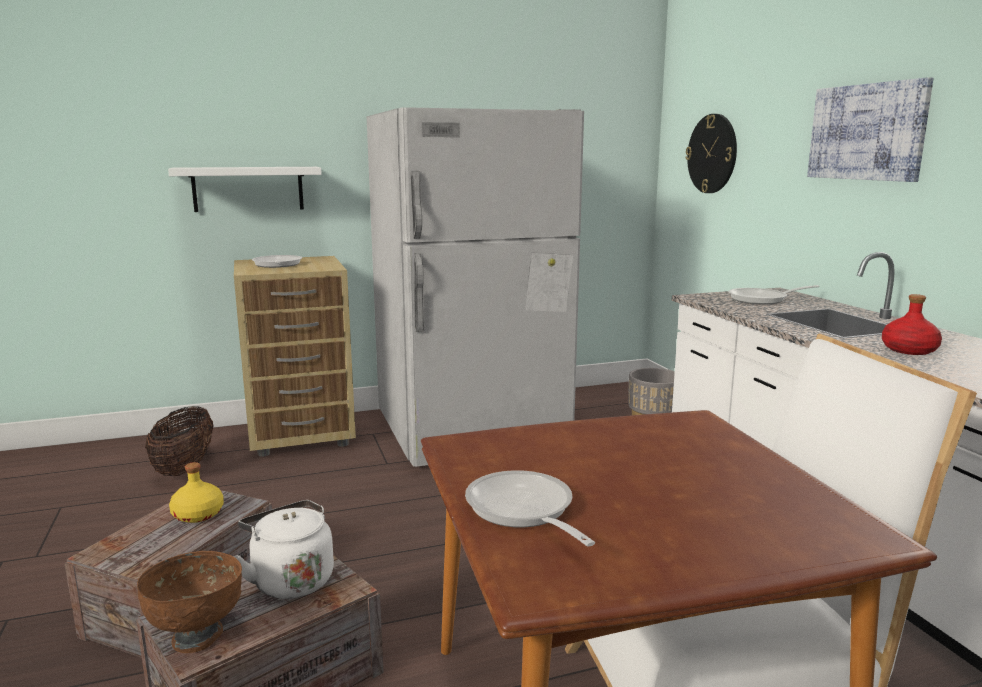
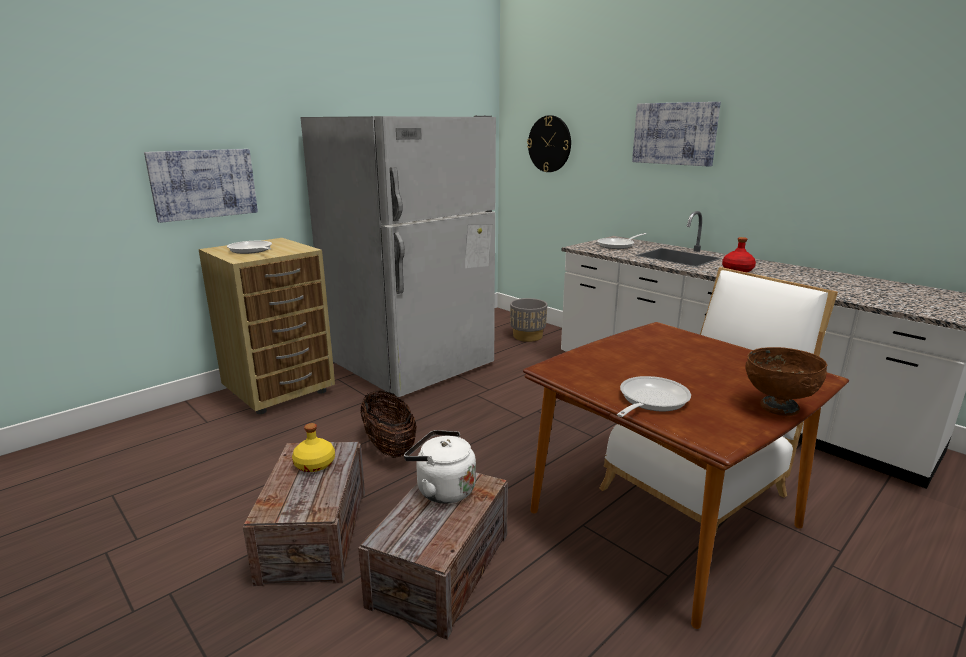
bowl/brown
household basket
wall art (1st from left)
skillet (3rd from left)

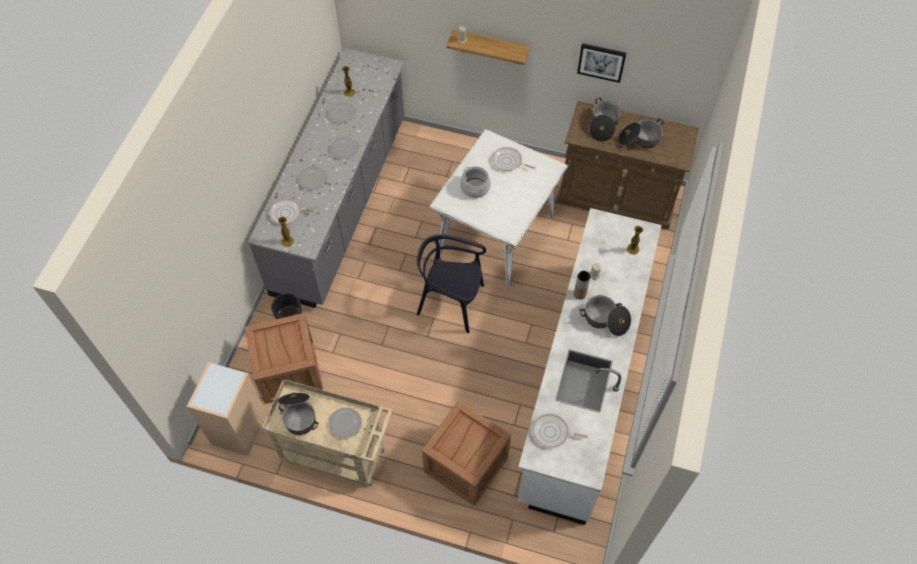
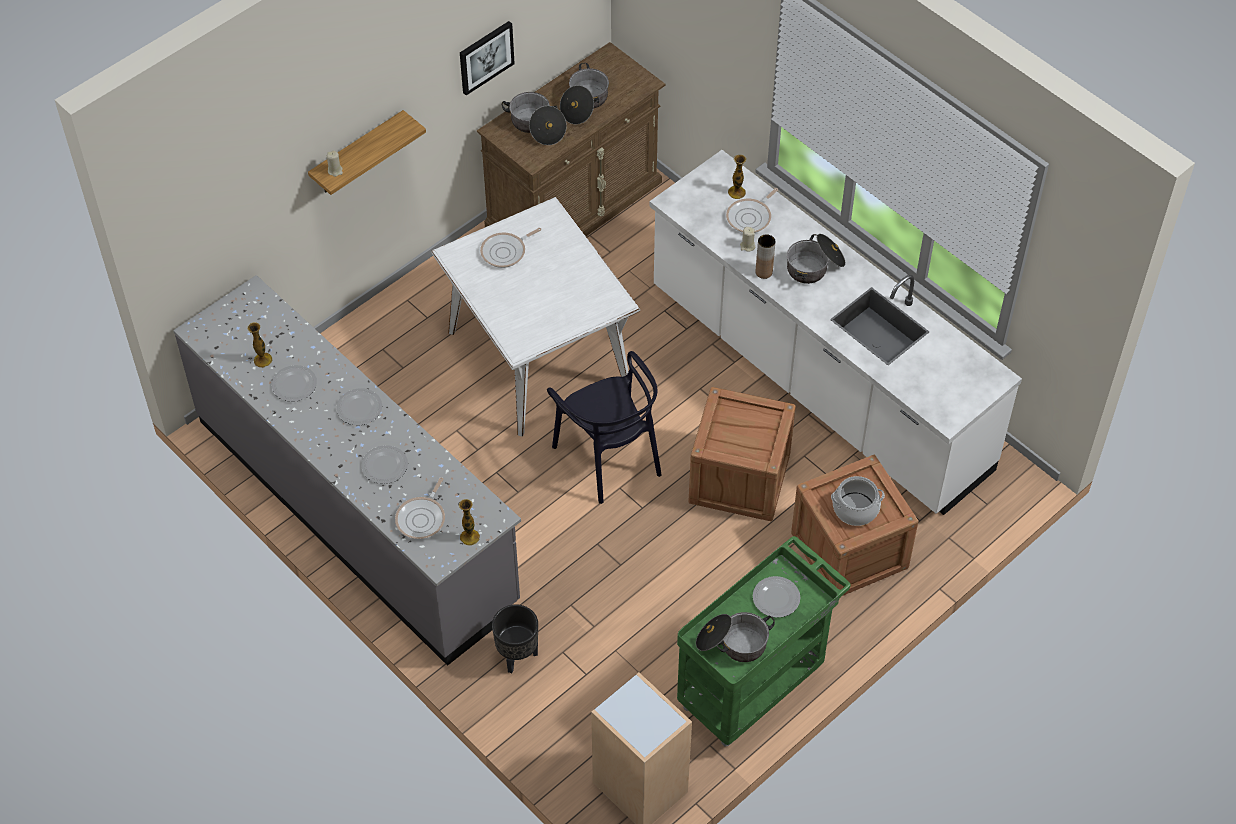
packing crate (1st from left)
saucepot (5th from left)
skillet (3rd from left)
wheeled cart/green-coloured
upright chair/black-coloured

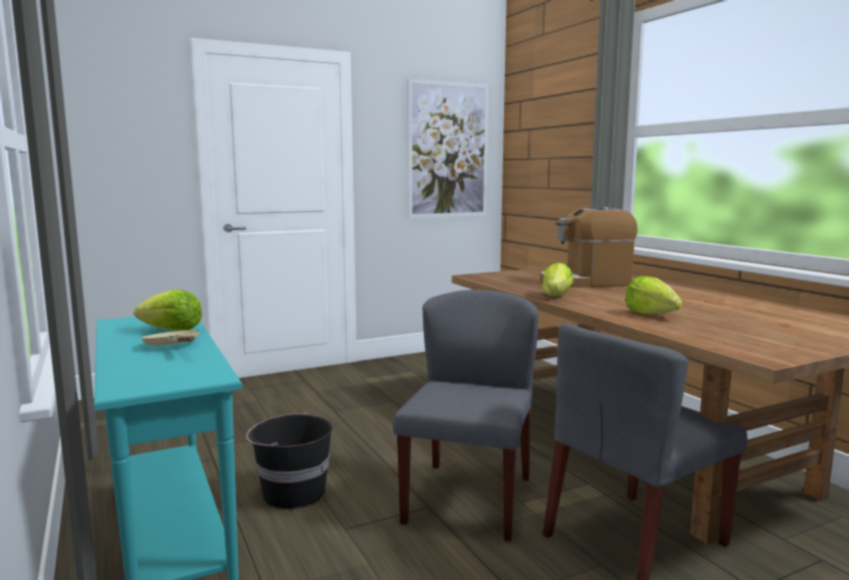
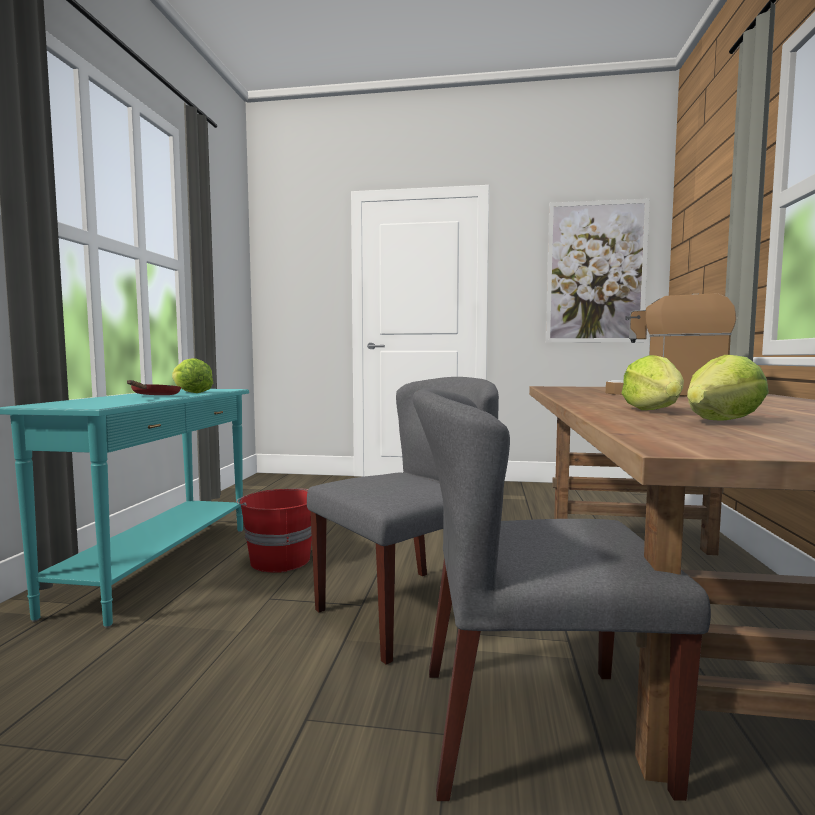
lettuce head (3rd from left)
skillet/red-coloured
water bucket/red-coloured

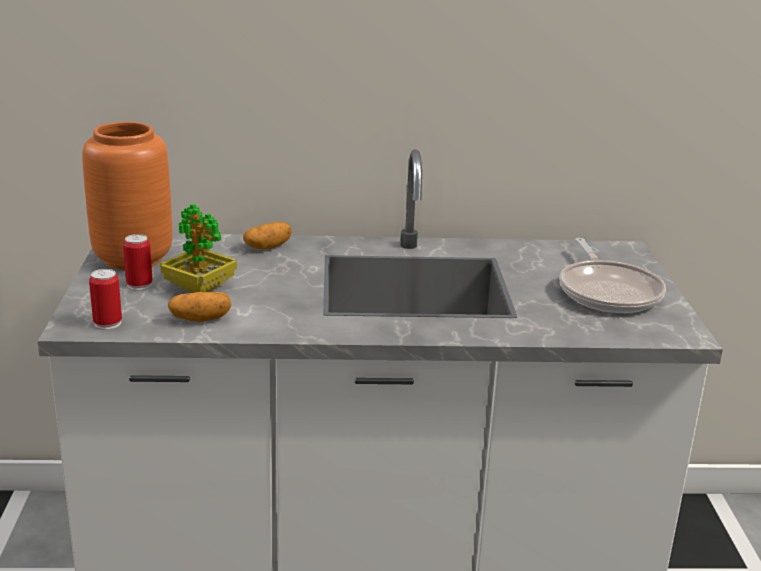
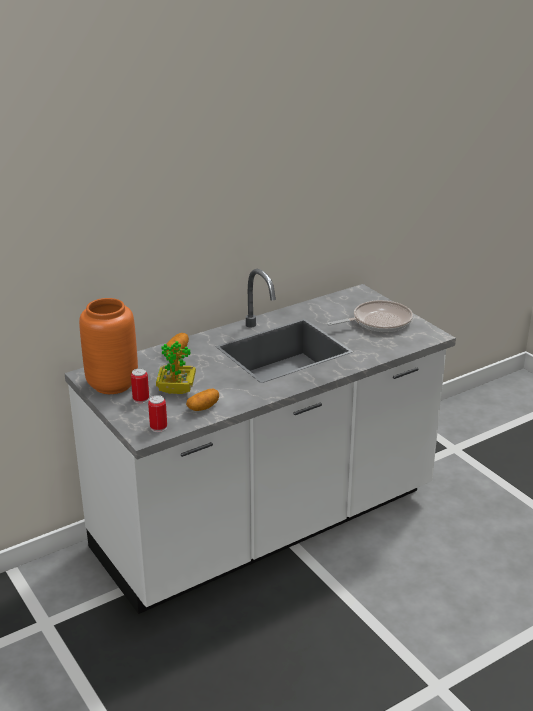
skillet

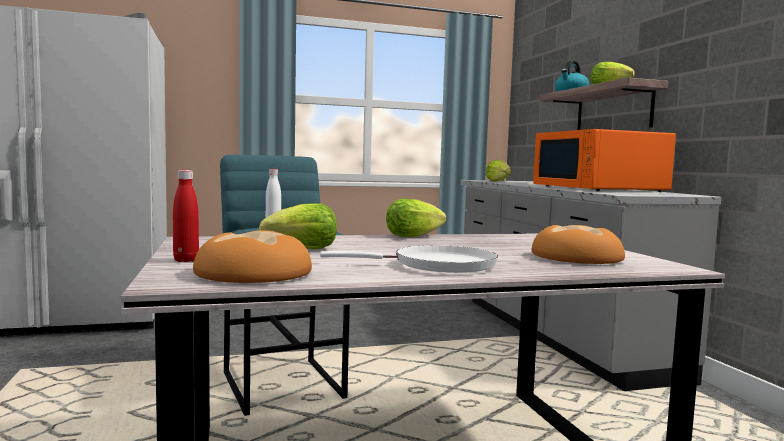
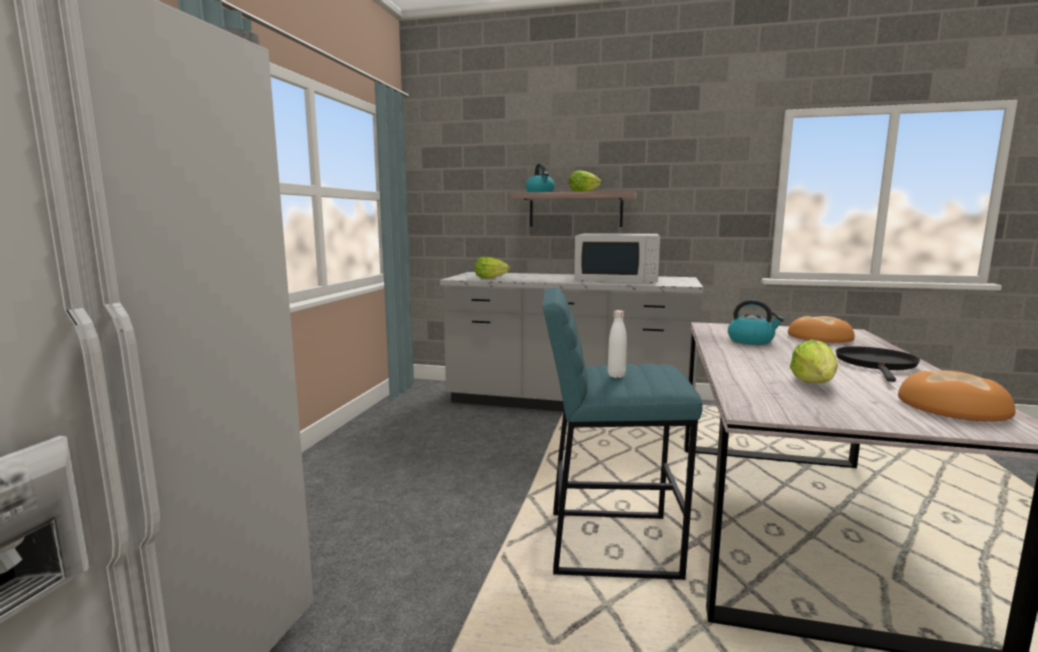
drink bottle/red-coloured
lettuce head (2nd from left in the first image)
water kettle (2nd from left)
skillet/black-coloured
microwave oven/white-coloured

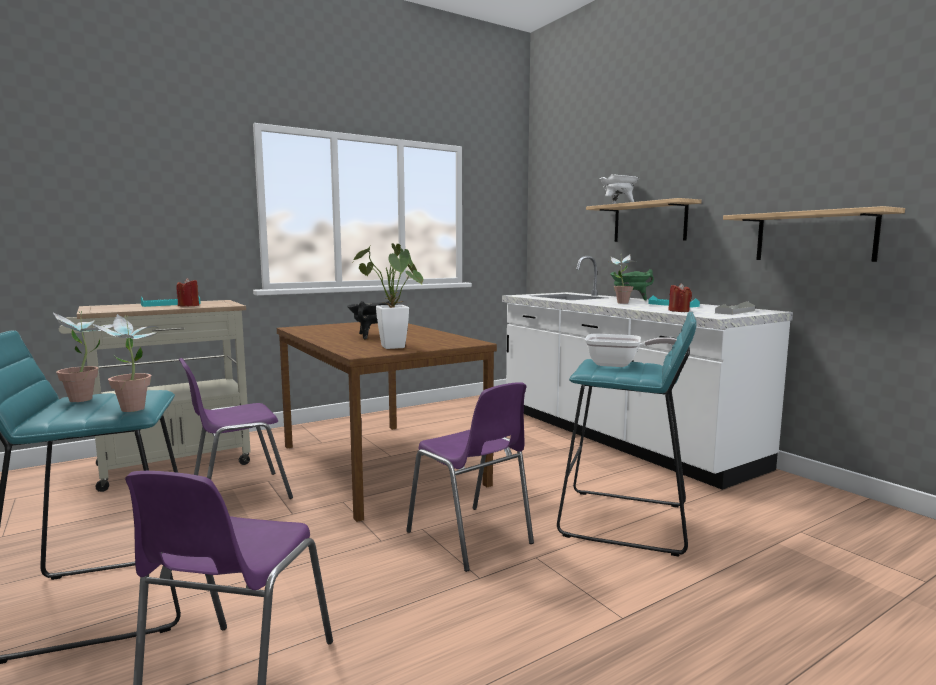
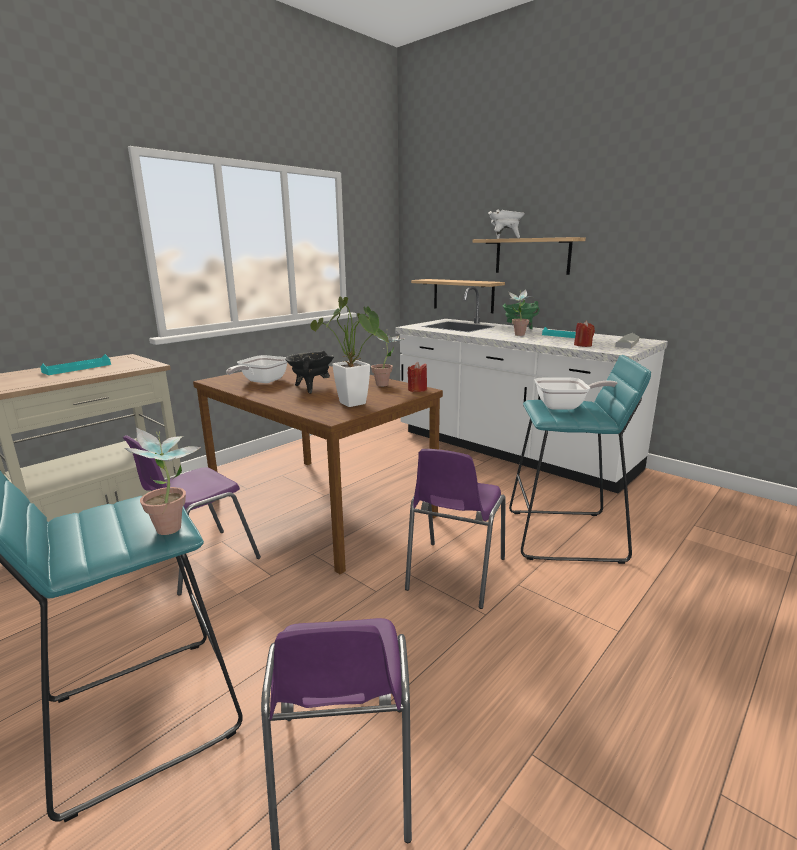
skillet (1st from left)
plant in a pot (3rd from left)
wax light/red-coloured (1st from left)
bracket shelf (1st from left)
upright chair/purple (3rd from left)

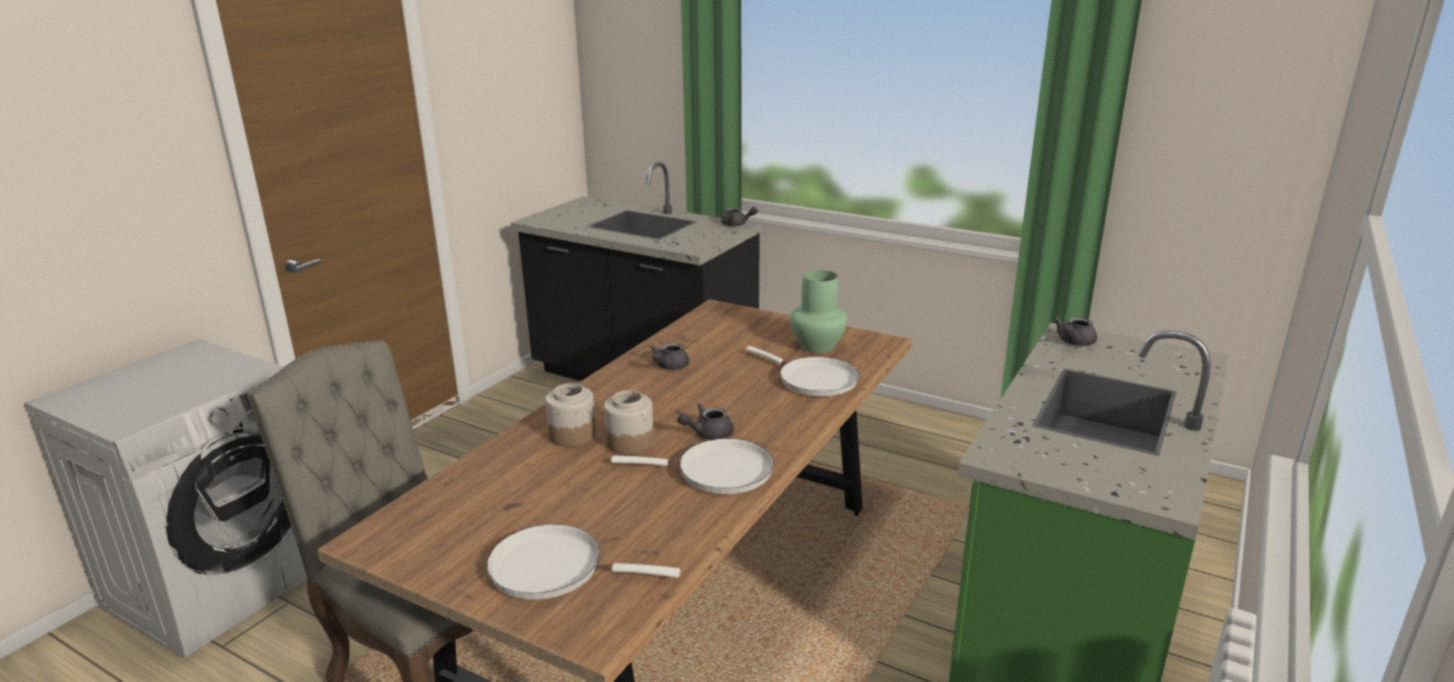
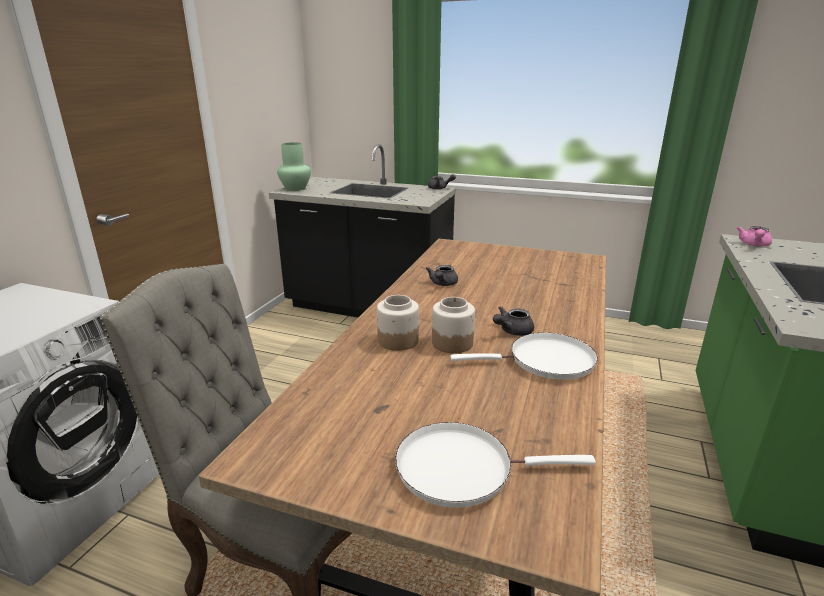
skillet/white-coloured (3rd from left in the first image)
decorative vase/green-coloured
tea pot/pink

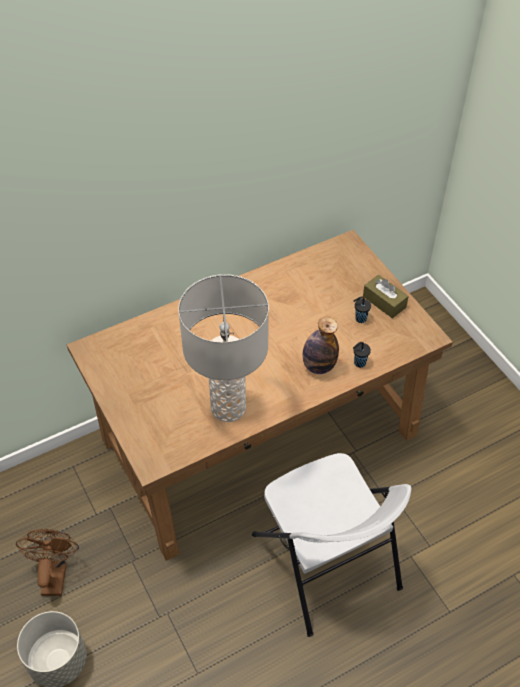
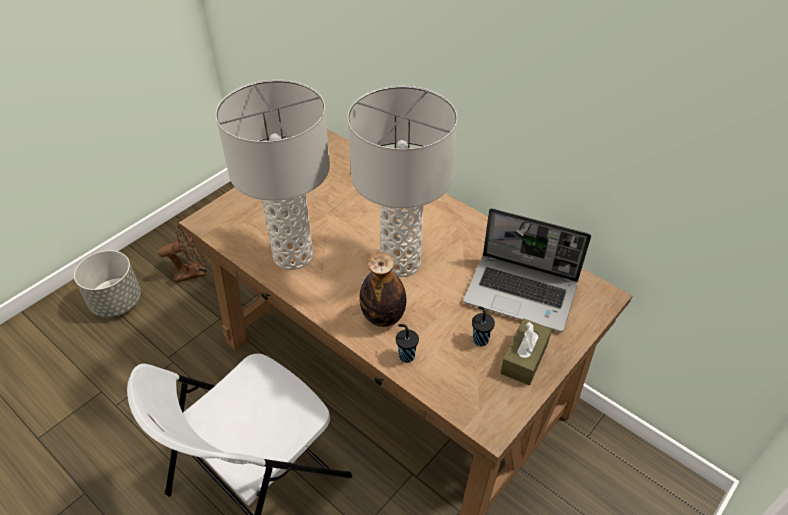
table lamp/white-coloured (2nd from left)
notebook computer

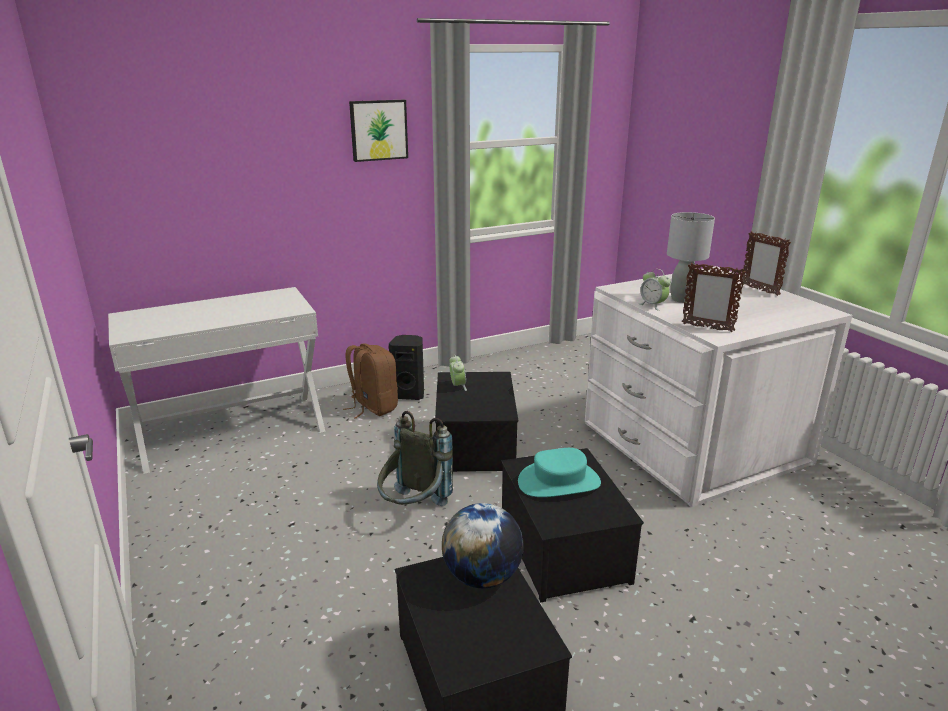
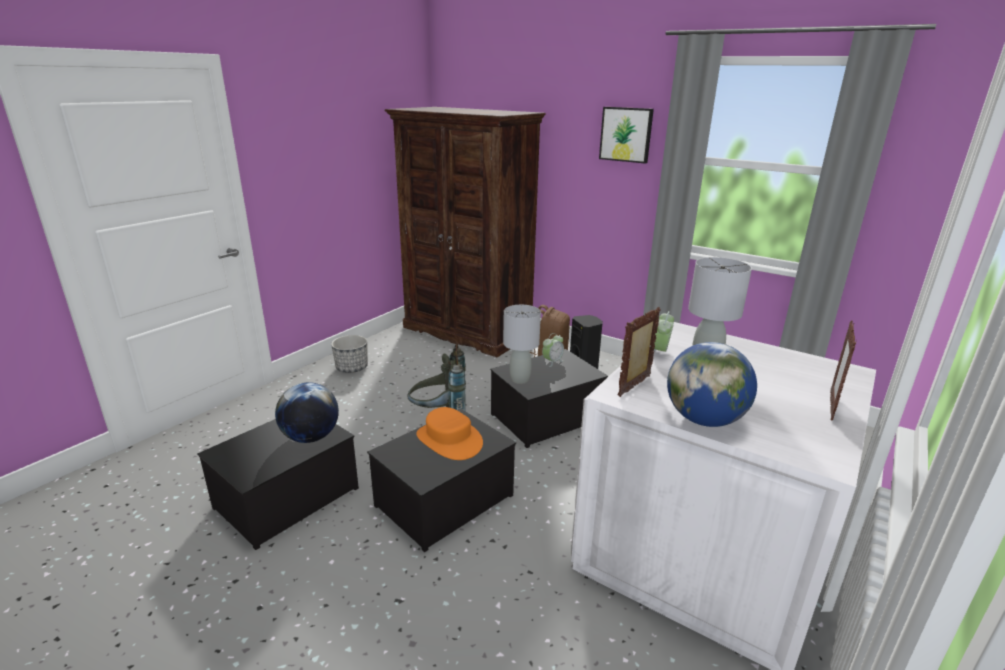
plant pot
table lamp/greyish (1st from left)
desk globe (2nd from left)
wardrobe/brown
clothing hat/orangey
picture frame (1st from left)

